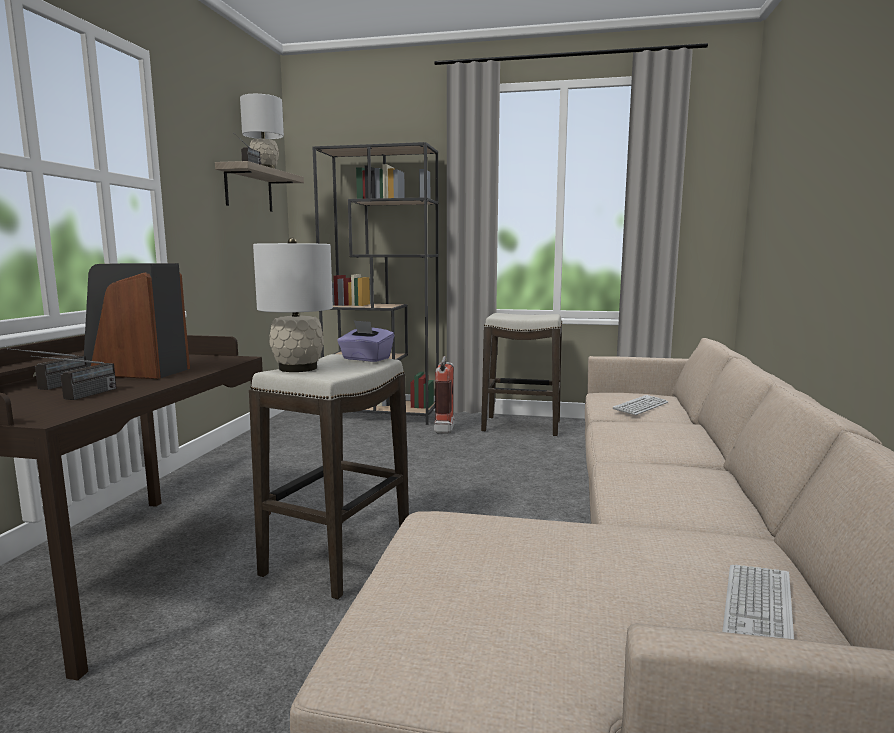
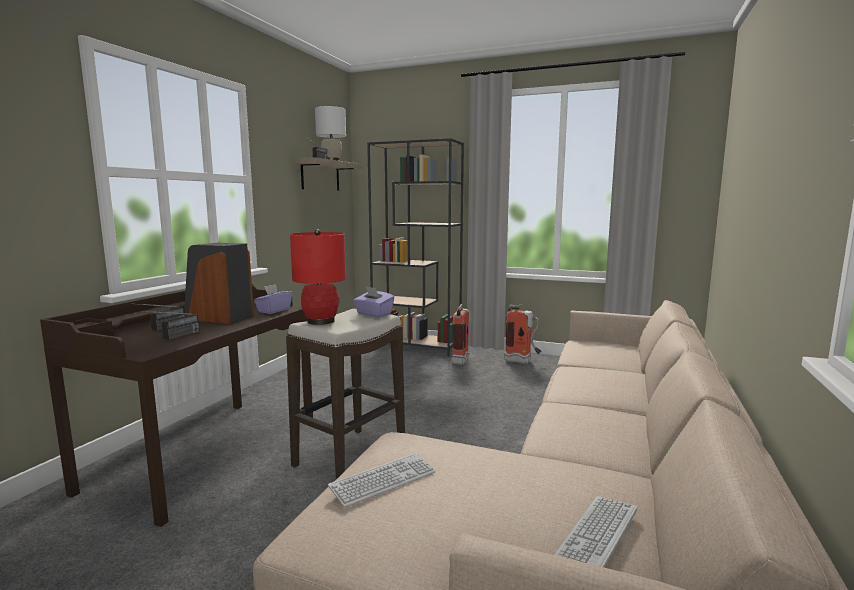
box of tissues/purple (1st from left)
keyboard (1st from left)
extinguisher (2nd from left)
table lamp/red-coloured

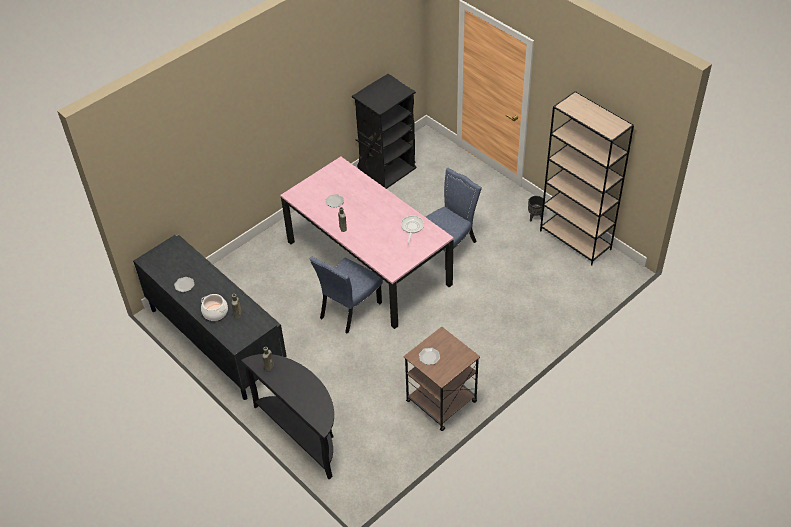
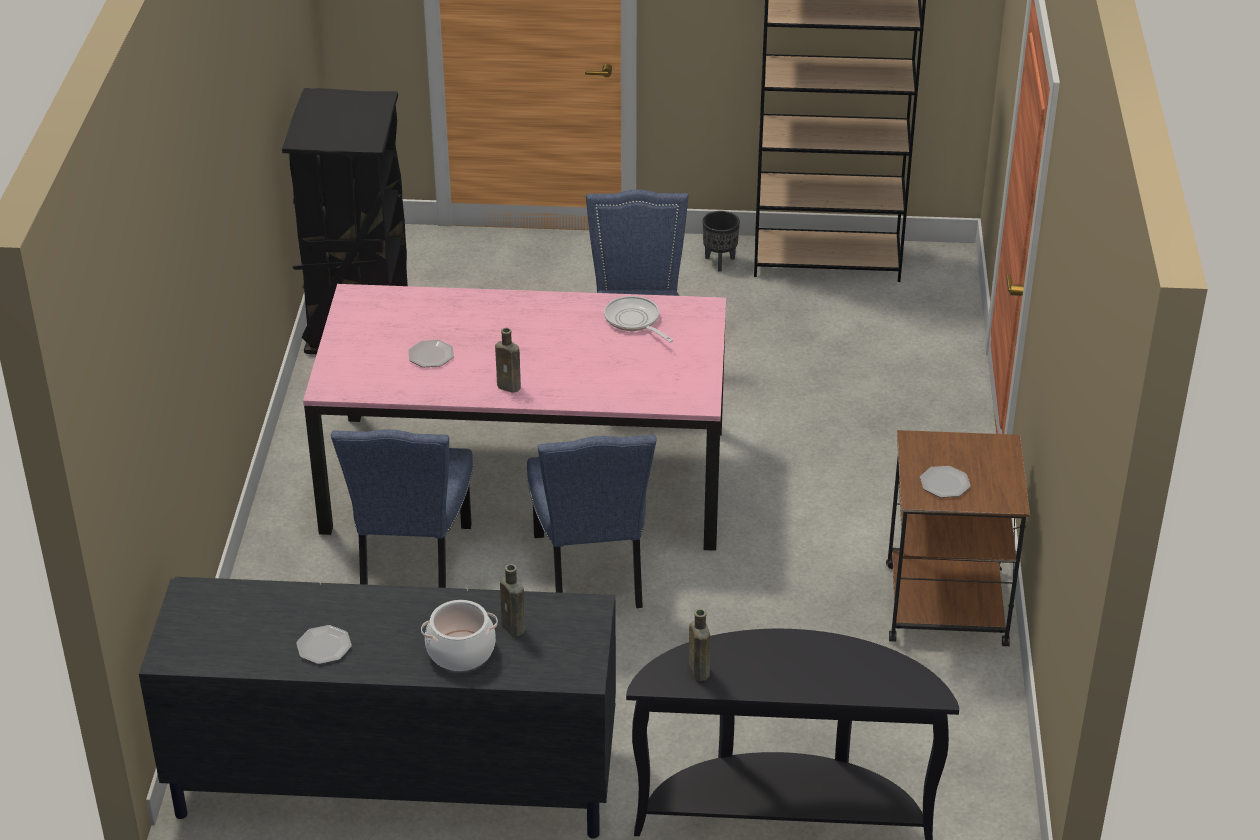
upright chair/blue (1st from left)

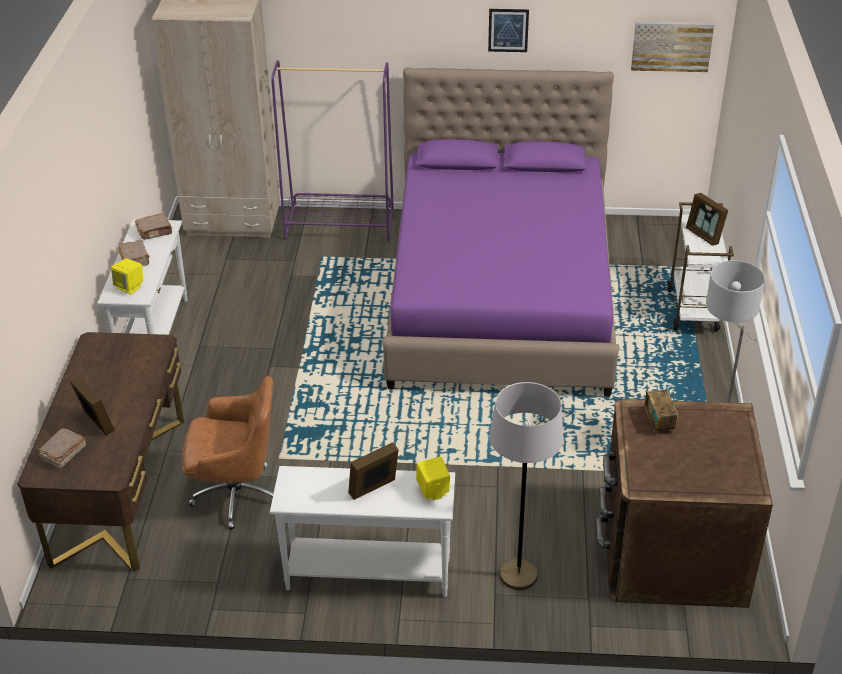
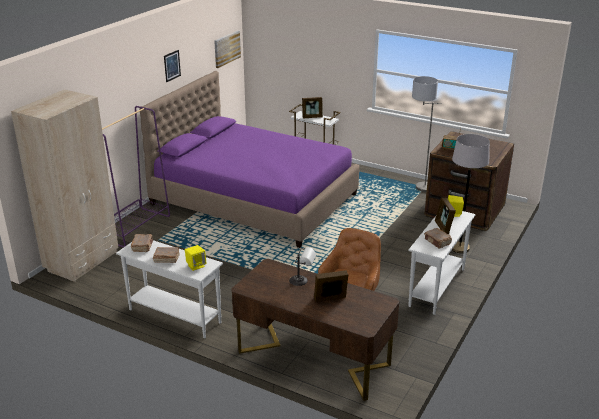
table lamp
bound book/brown (3rd from left)

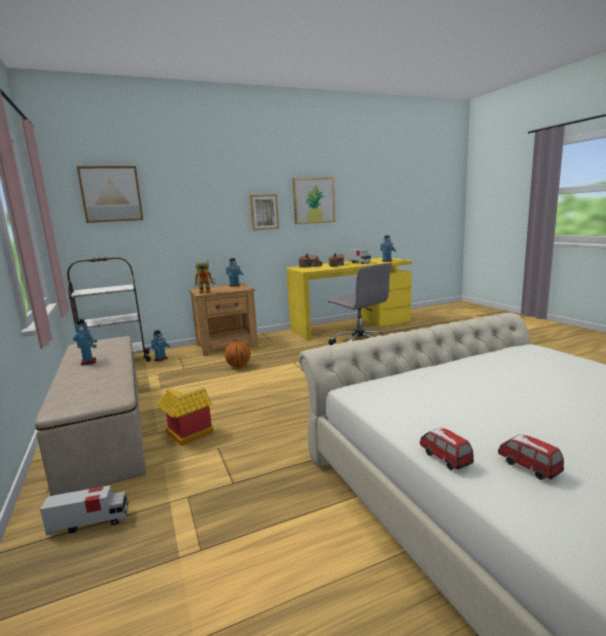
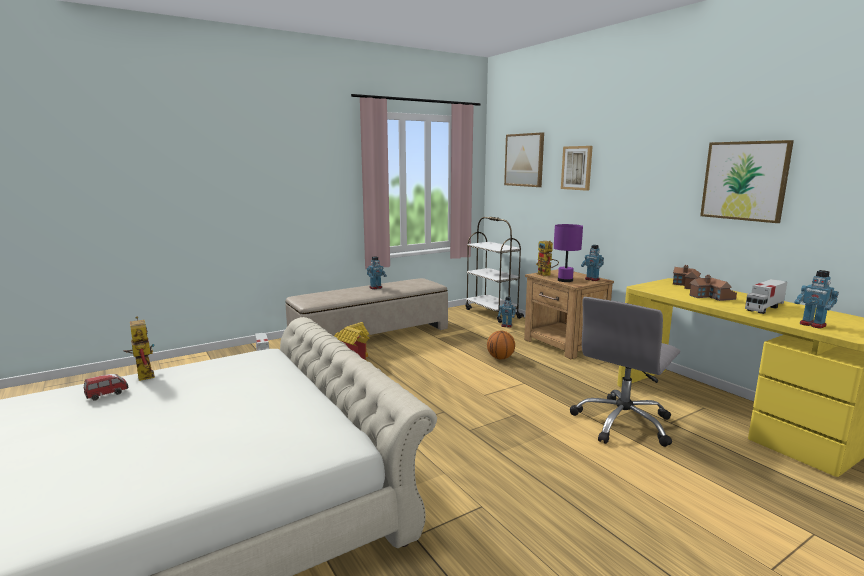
table lamp/purple
wall art (2nd from left)
robot figure (1st from left)

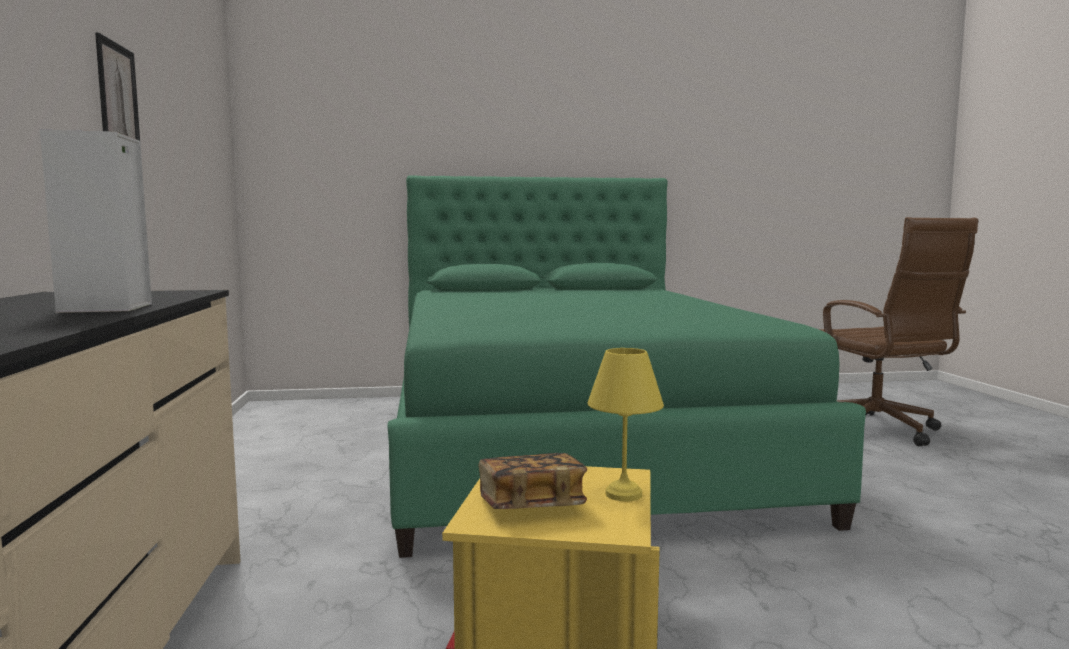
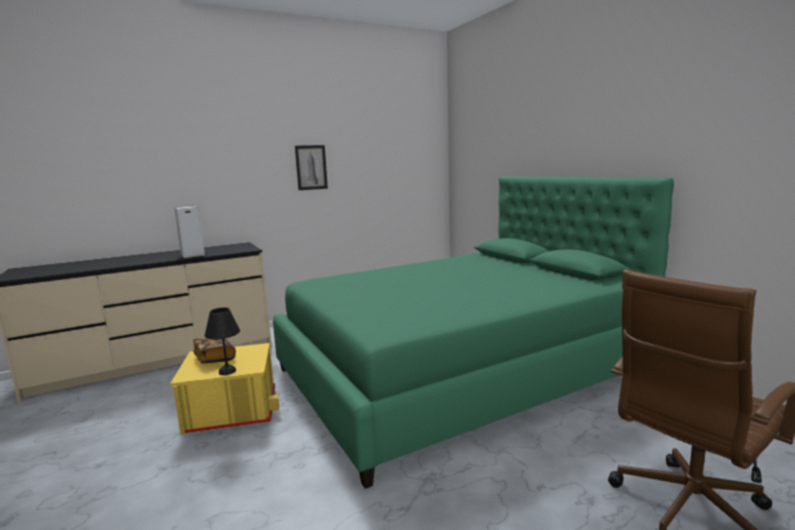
table lamp/black-coloured

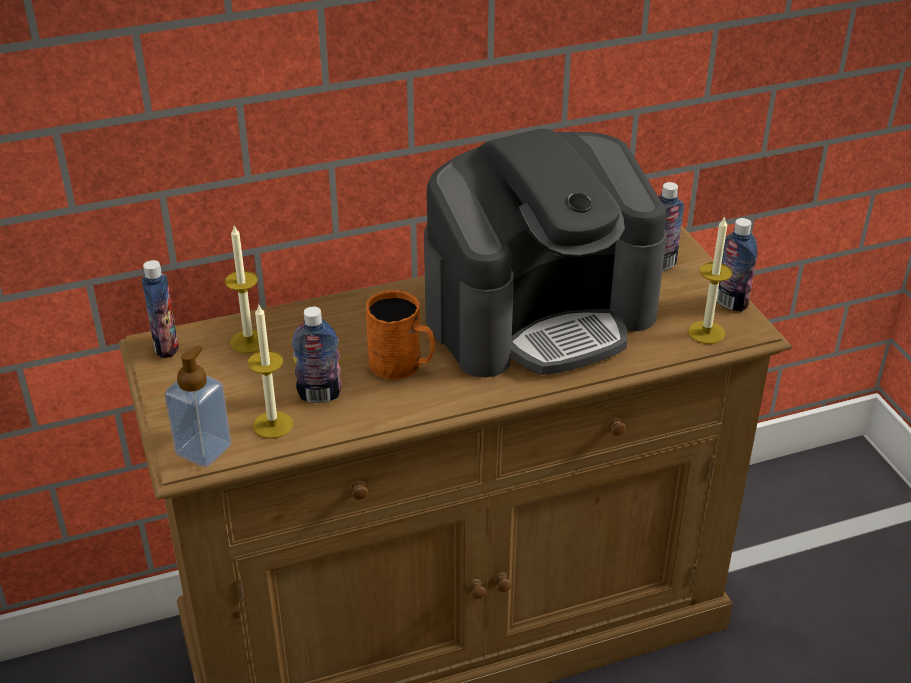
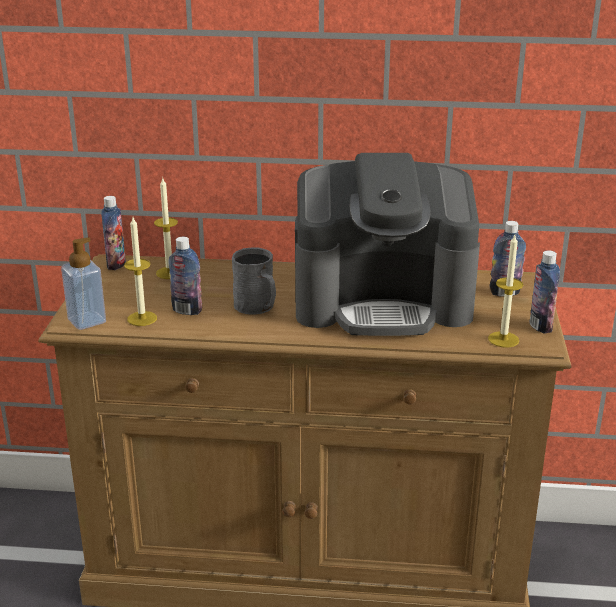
mug/greyish

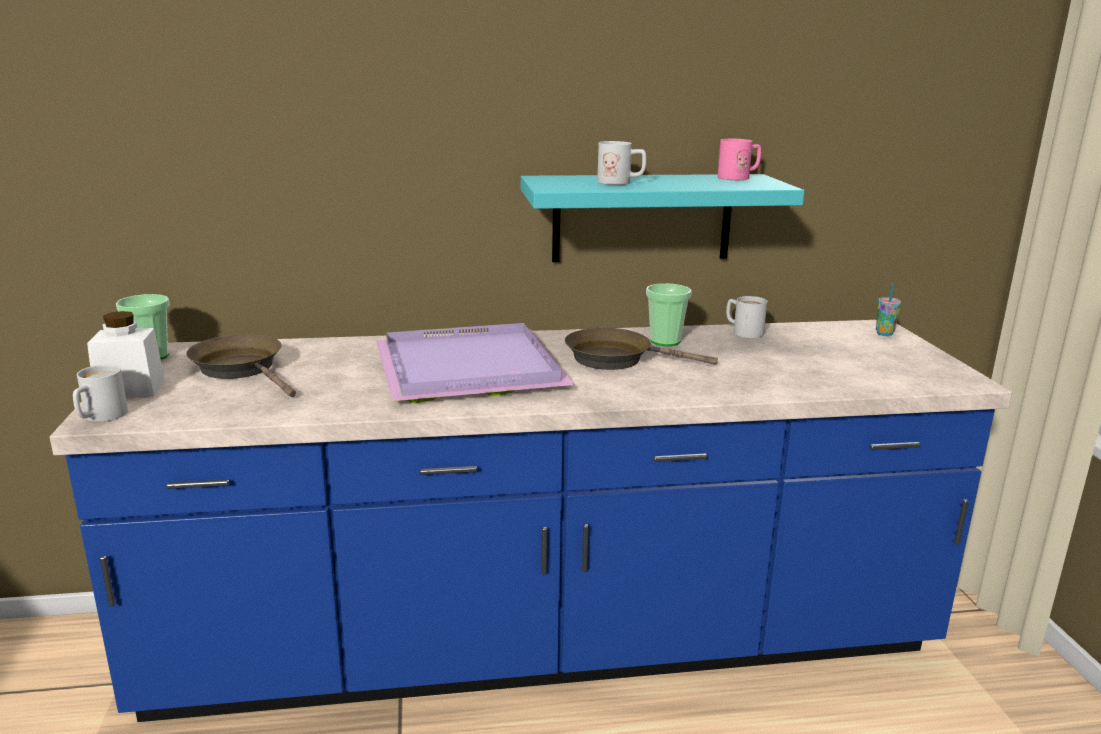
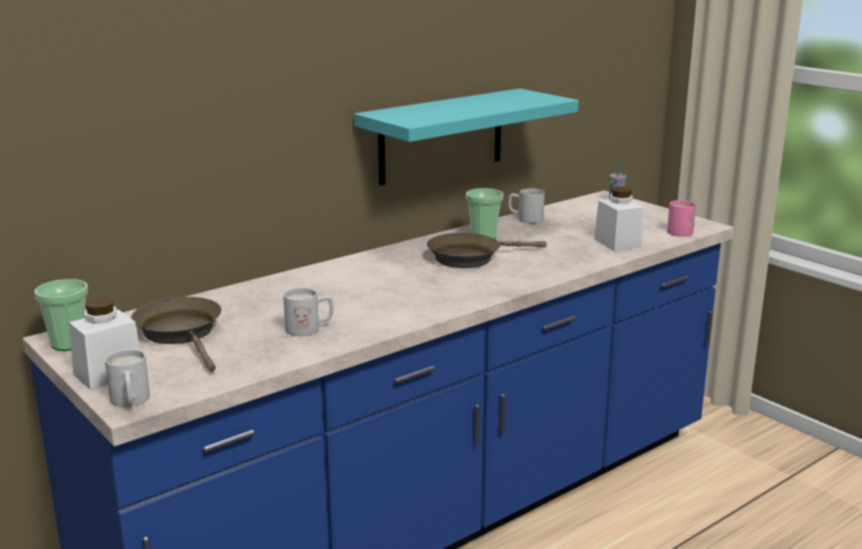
tray/purple
storage jar/white-coloured (2nd from left)
mug/white-coloured (2nd from left)
mug/pink
skillet/brown (1st from left)

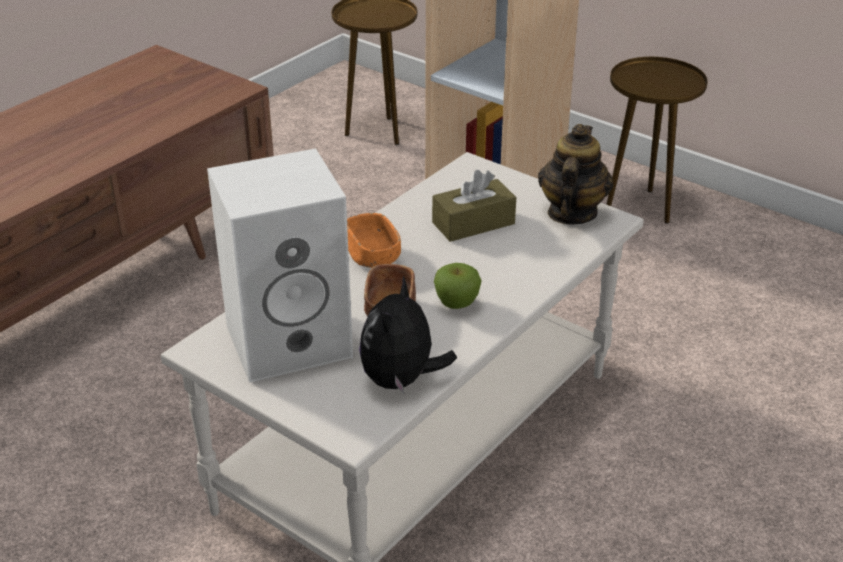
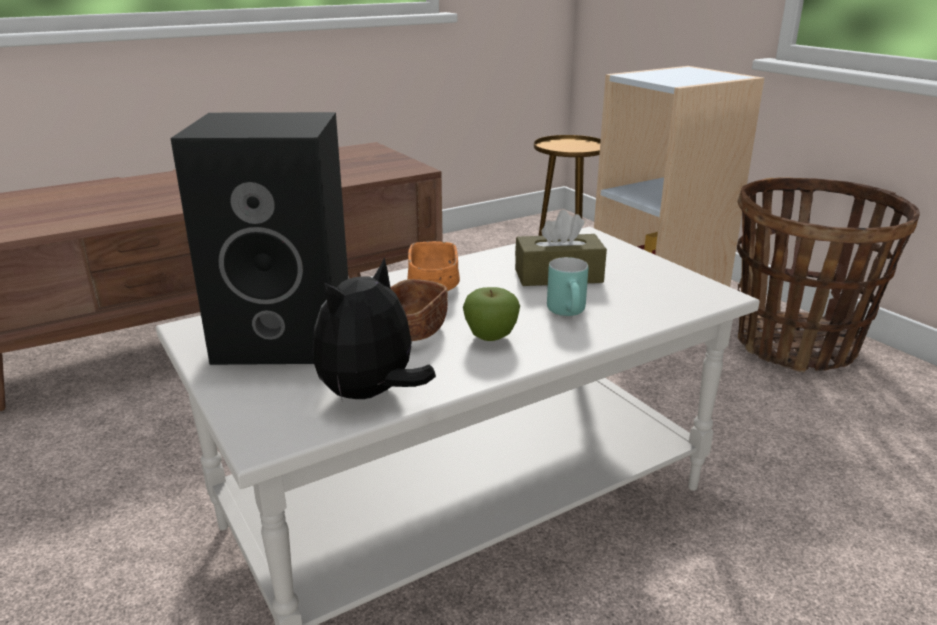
tea pot
mug/blue-green
household basket
audio speaker/black-coloured

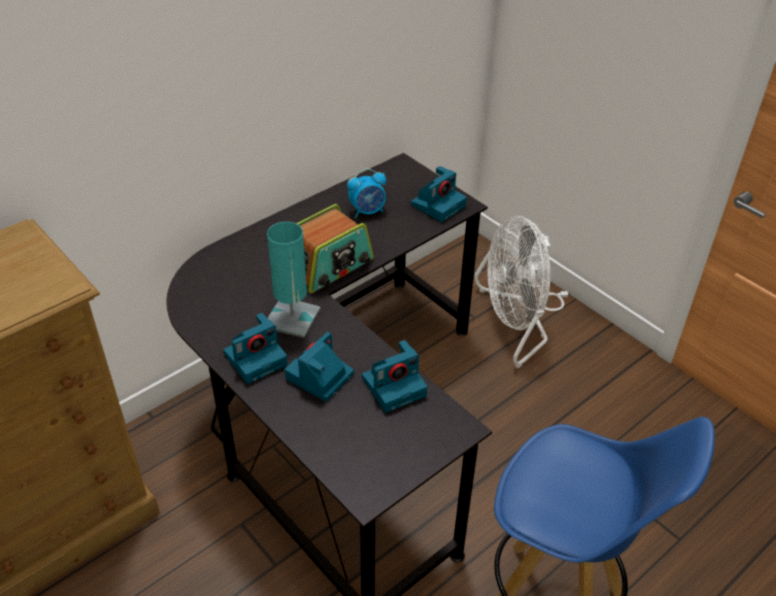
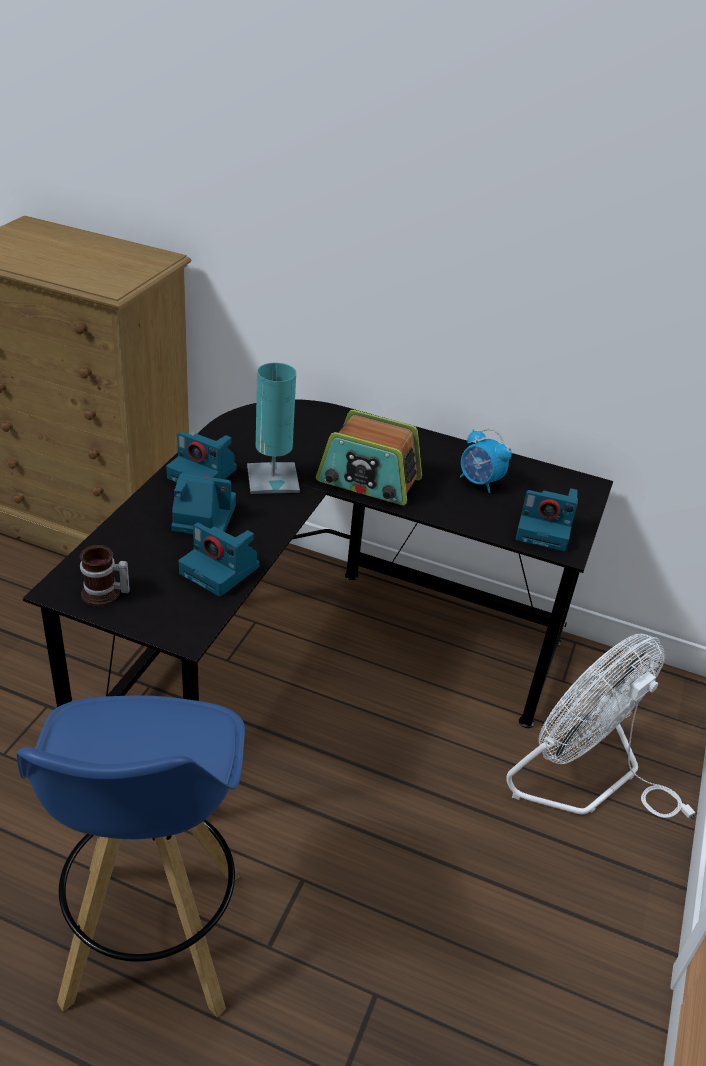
mug

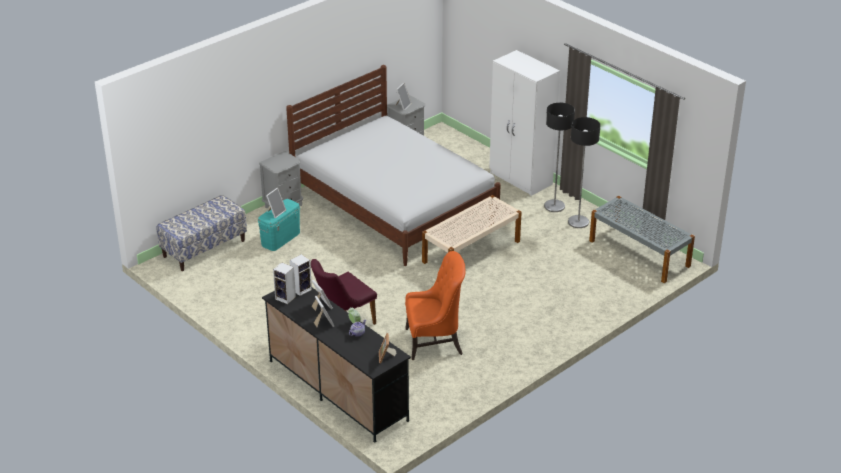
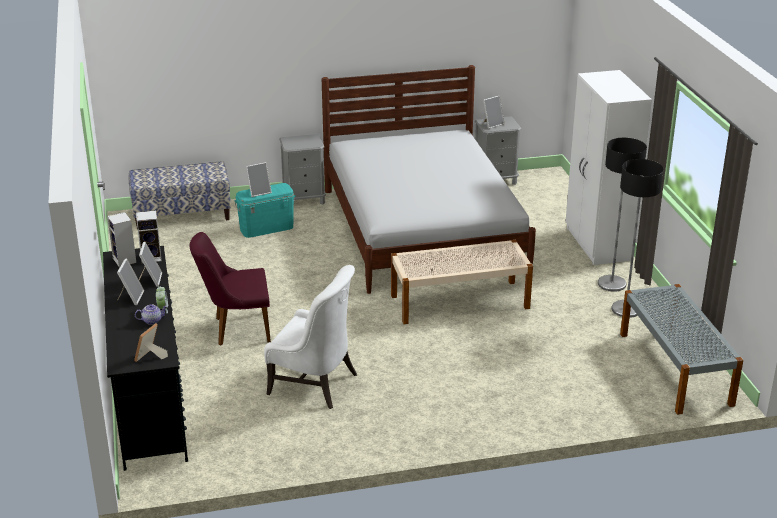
upright chair/white-coloured

